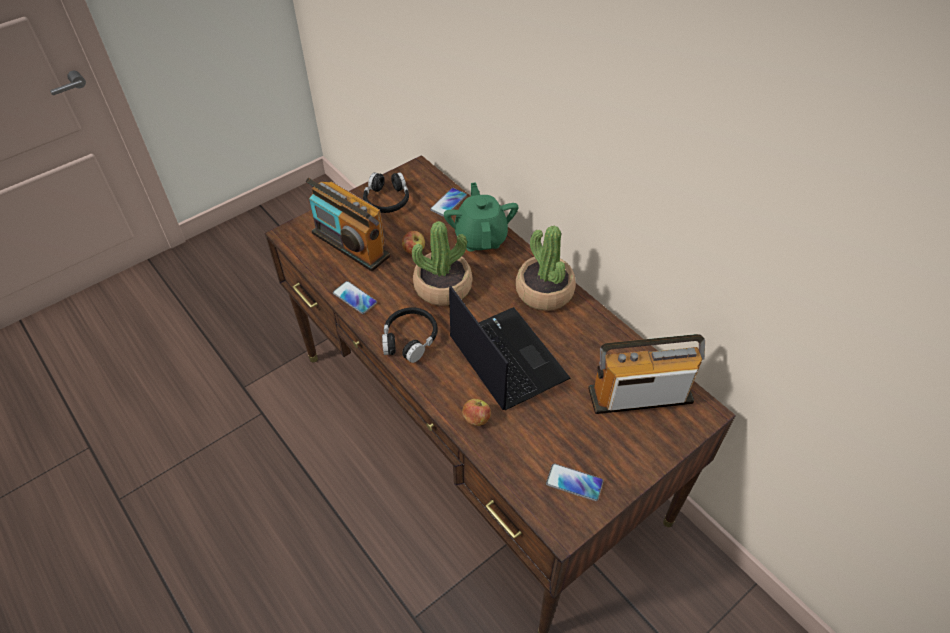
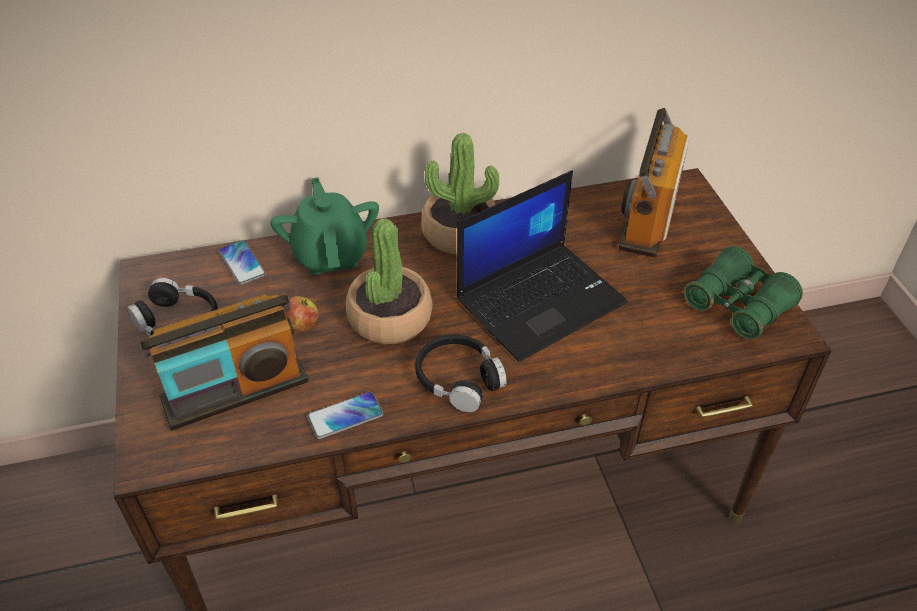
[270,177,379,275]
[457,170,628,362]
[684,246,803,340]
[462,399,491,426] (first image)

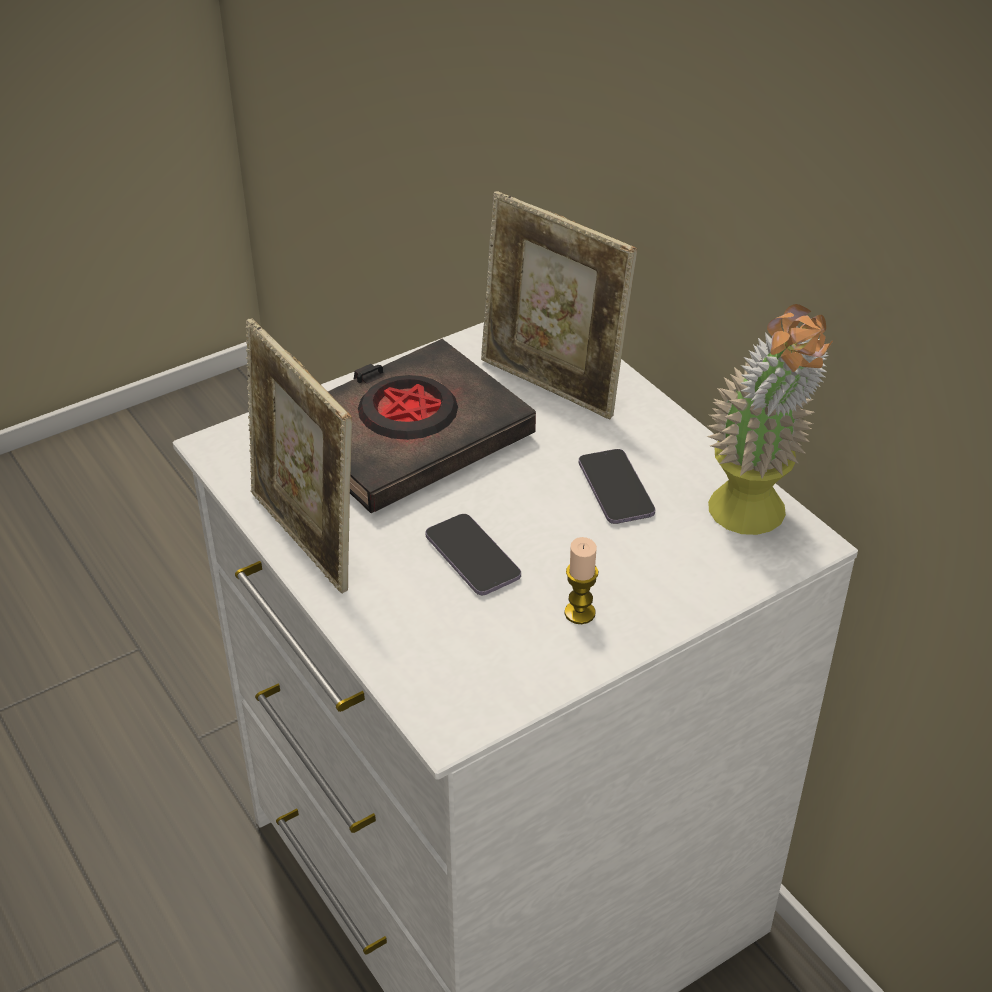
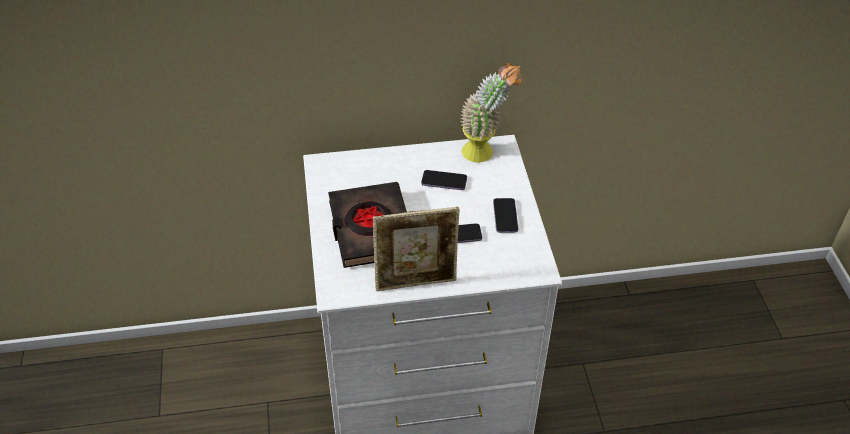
[493,198,518,233]
[481,191,637,419] (first image)

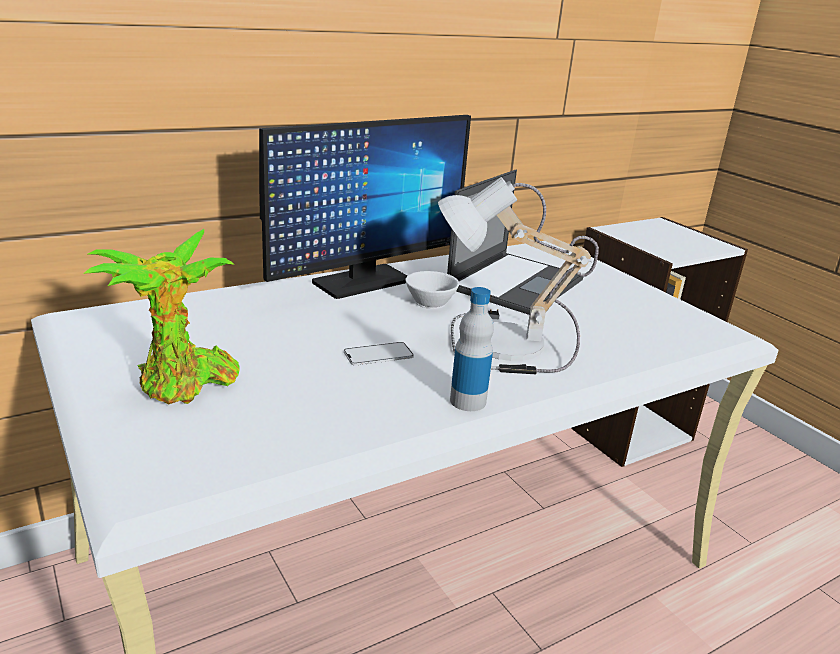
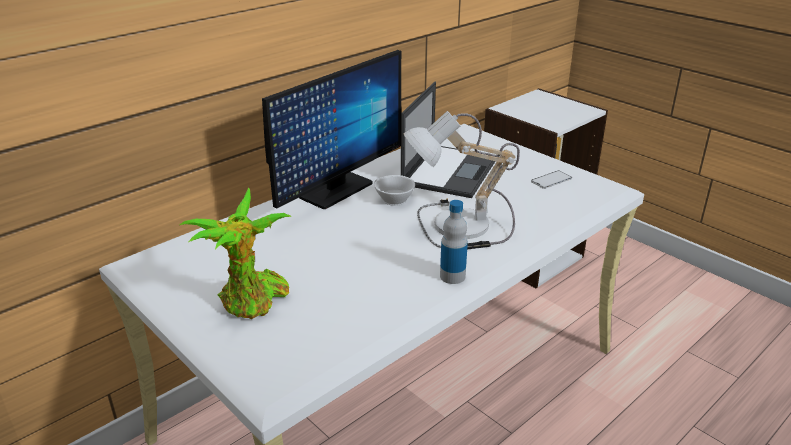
[531,171,572,189]

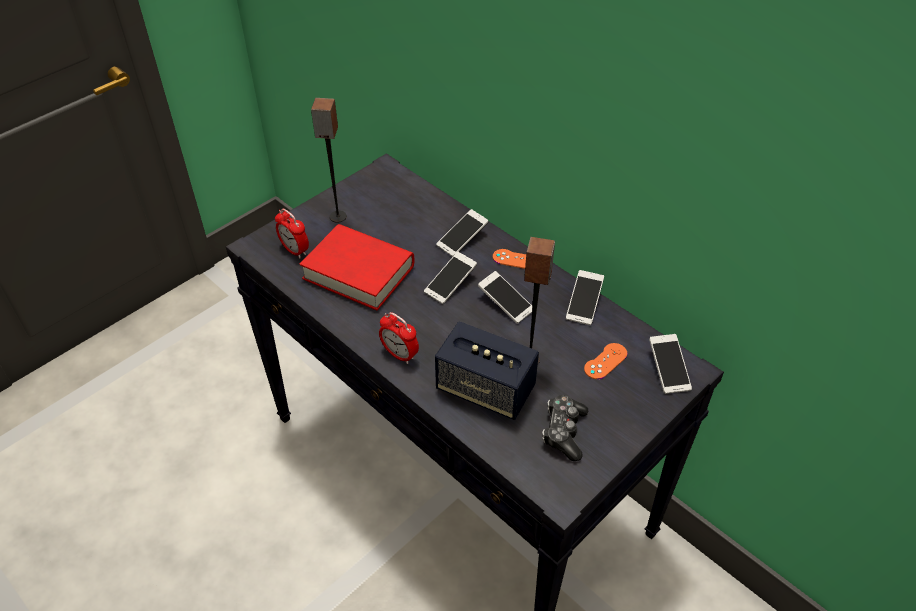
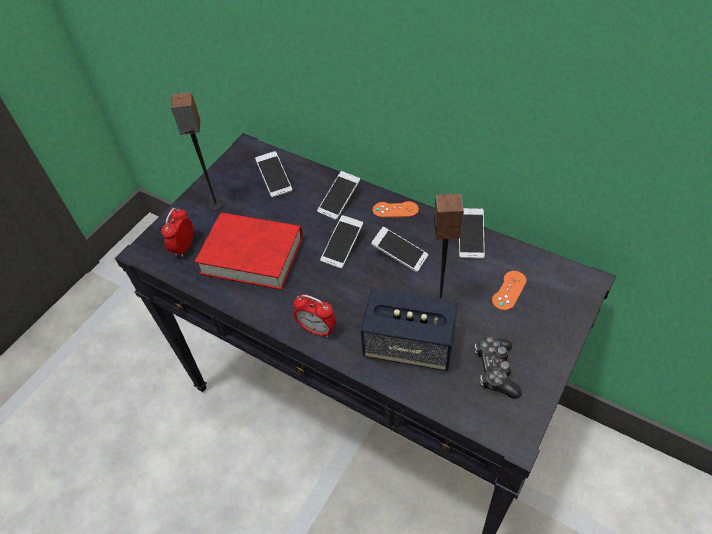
[161,207,193,257]
[255,151,292,198]

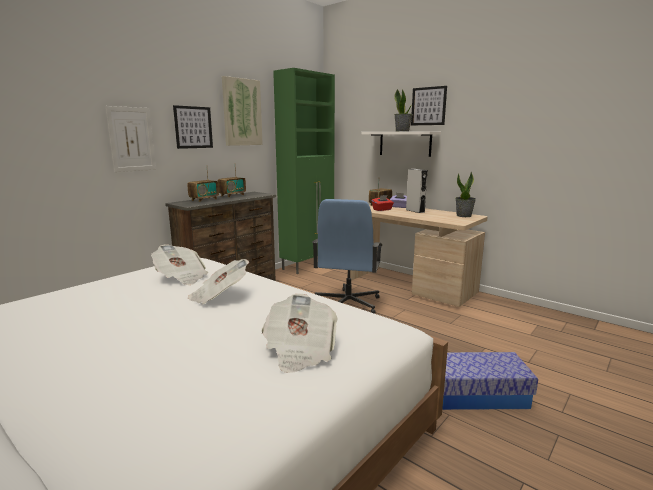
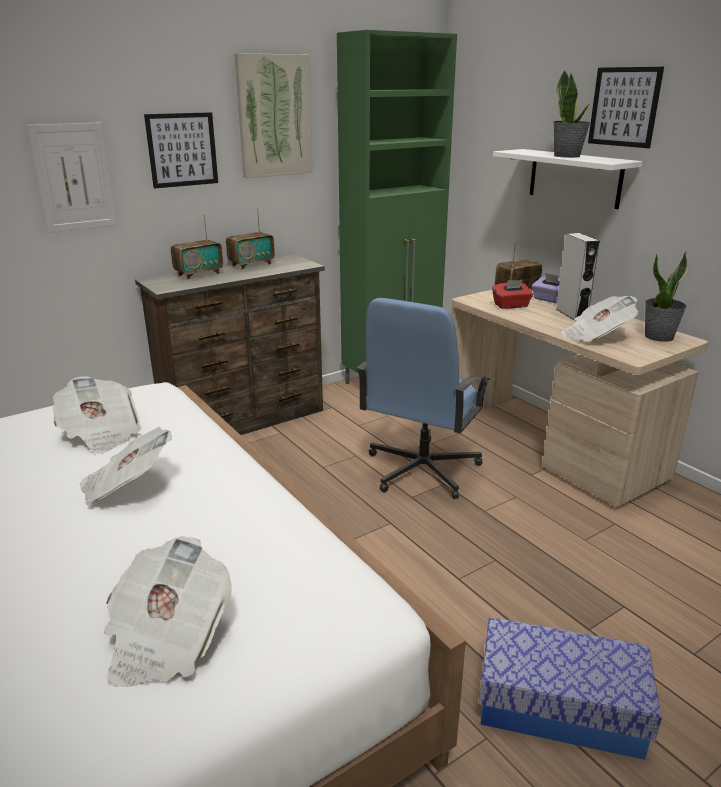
[561,296,638,342]

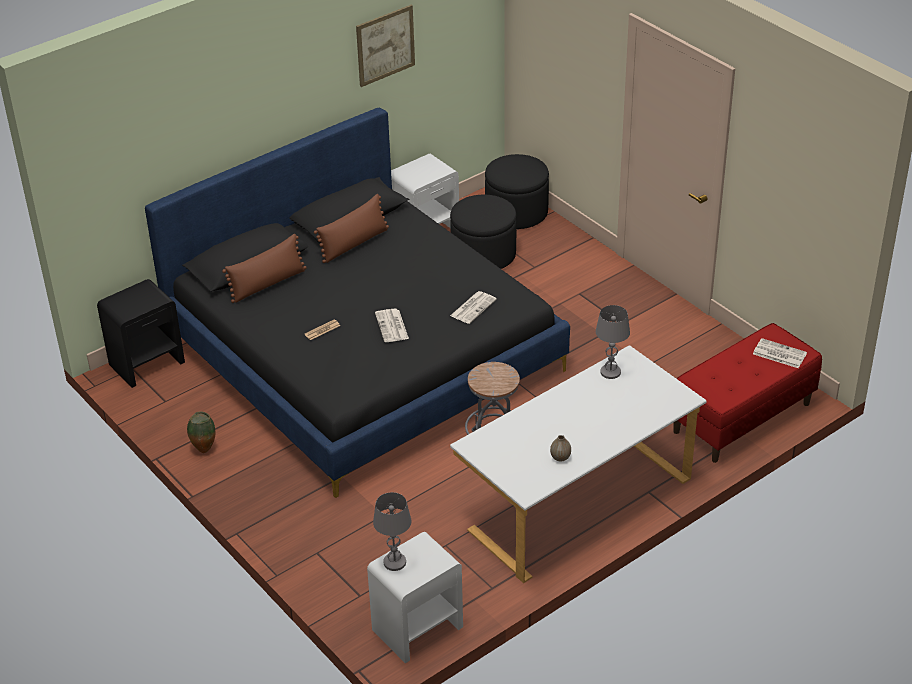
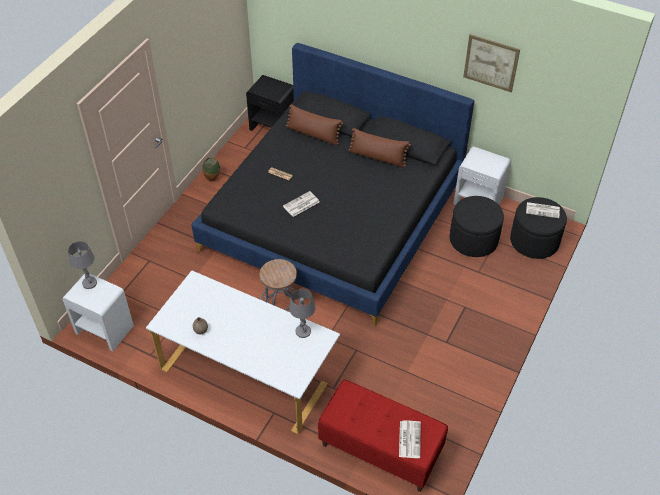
[526,202,560,218]

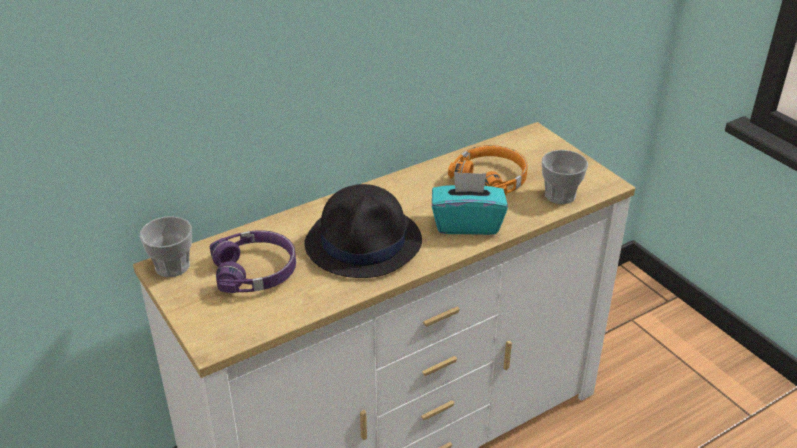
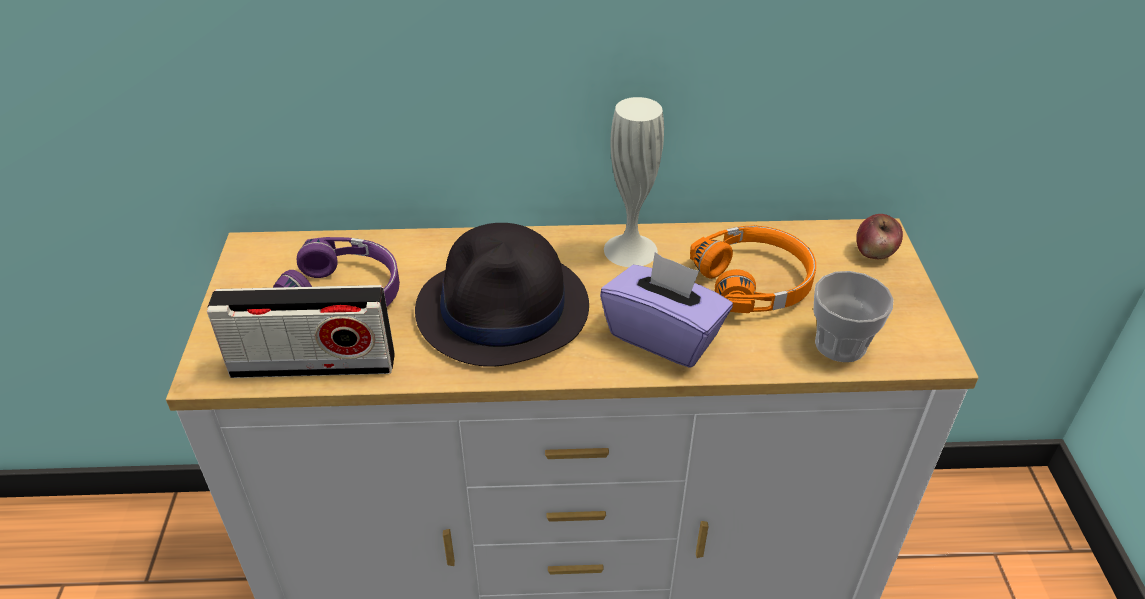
[207,285,395,378]
[600,252,733,368]
[604,97,664,267]
[856,214,903,259]
[140,216,192,277] (first image)

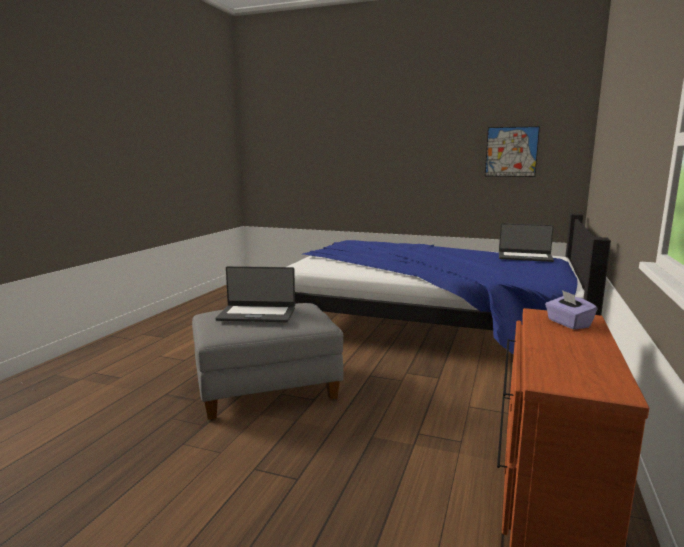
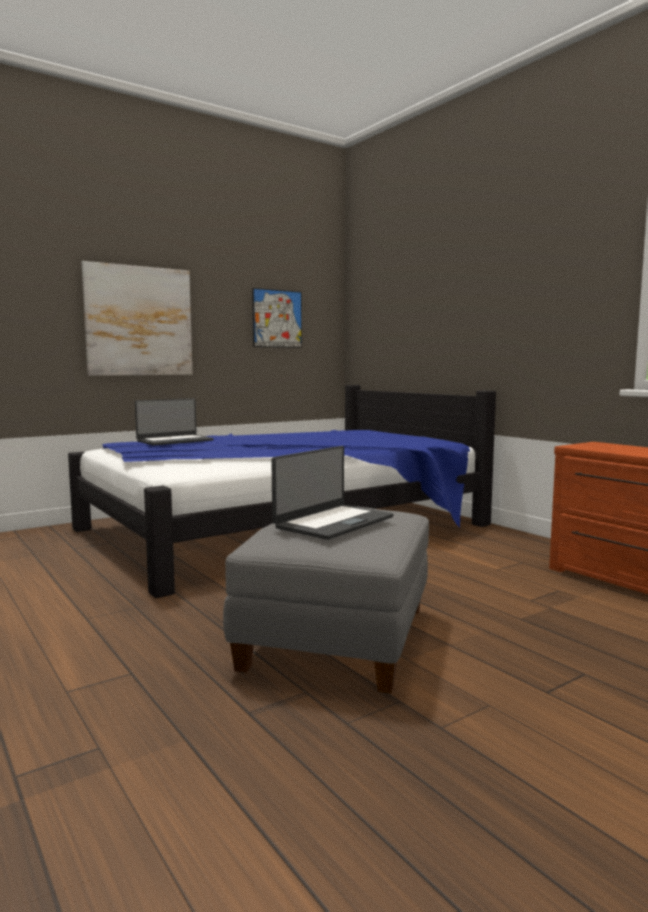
[81,261,192,376]
[135,398,214,446]
[545,290,597,330] (first image)

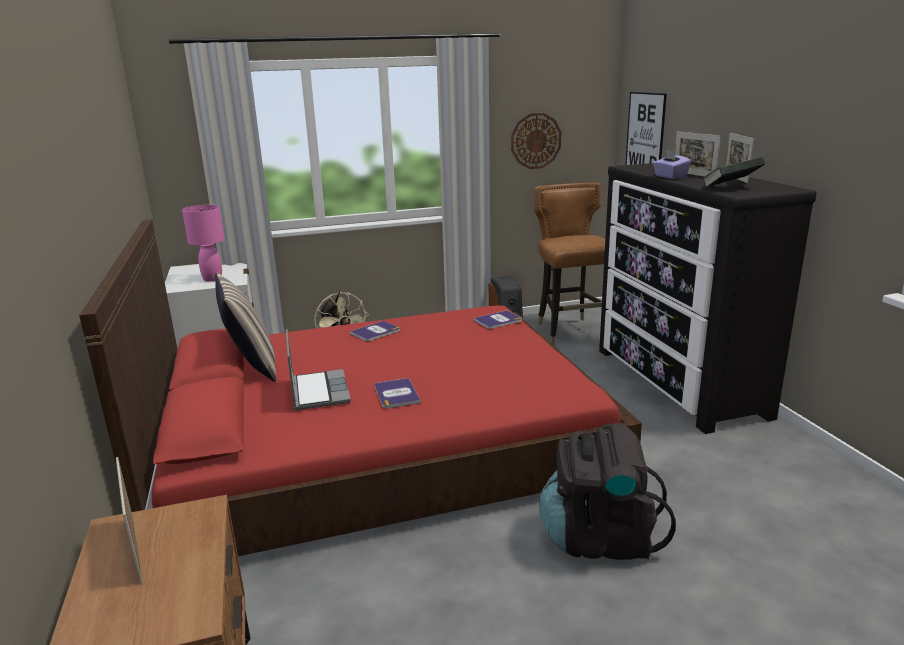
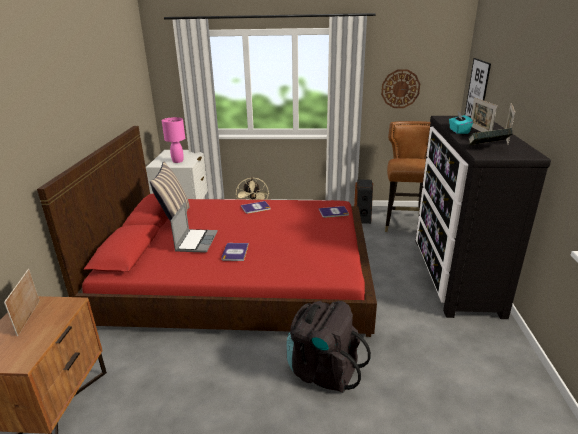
[449,112,473,134]

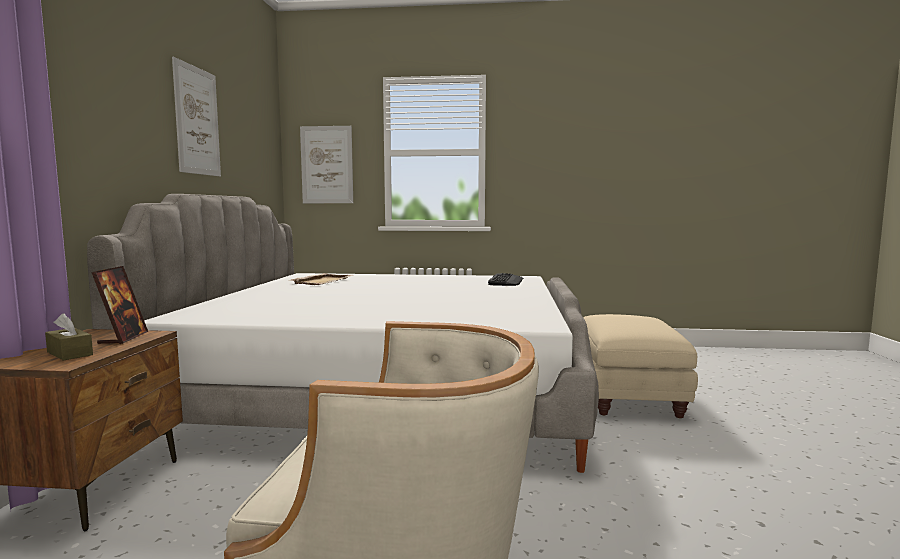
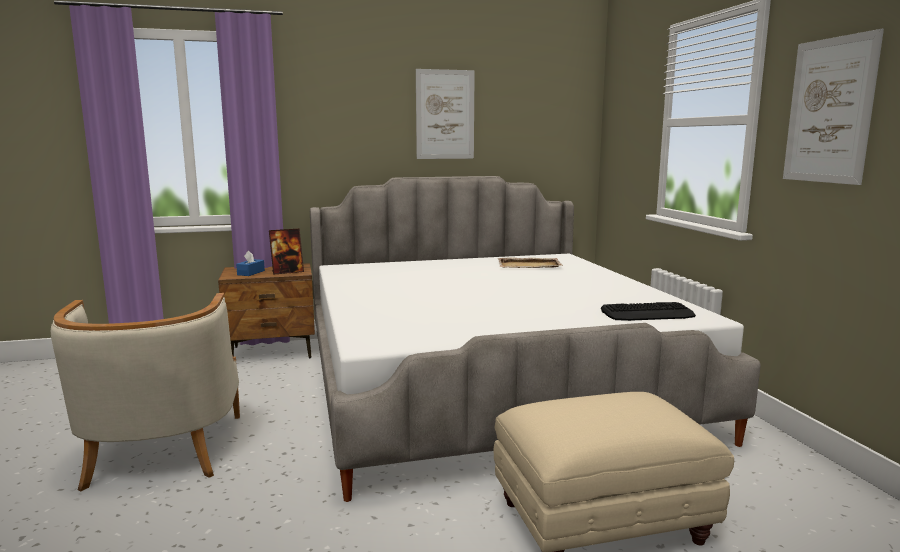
[236,251,265,276]
[783,29,884,185]

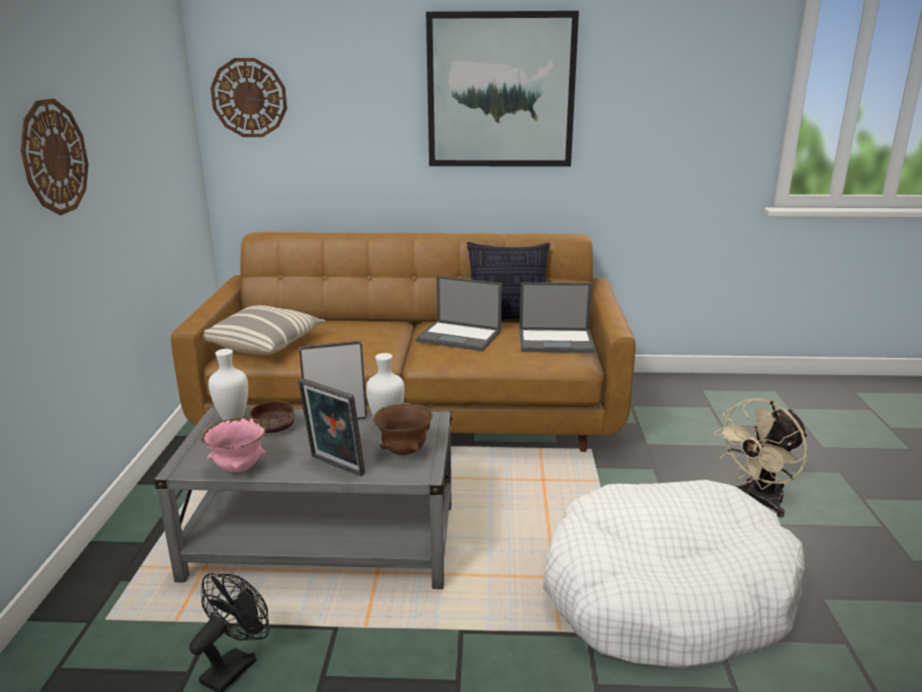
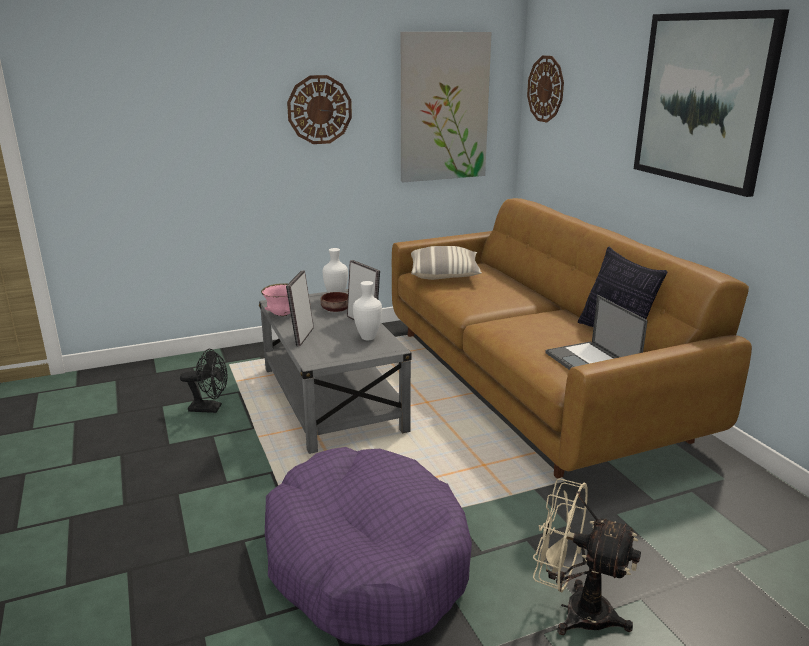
[265,447,472,646]
[401,32,492,182]
[373,403,433,455] (first image)
[416,276,502,351] (first image)

